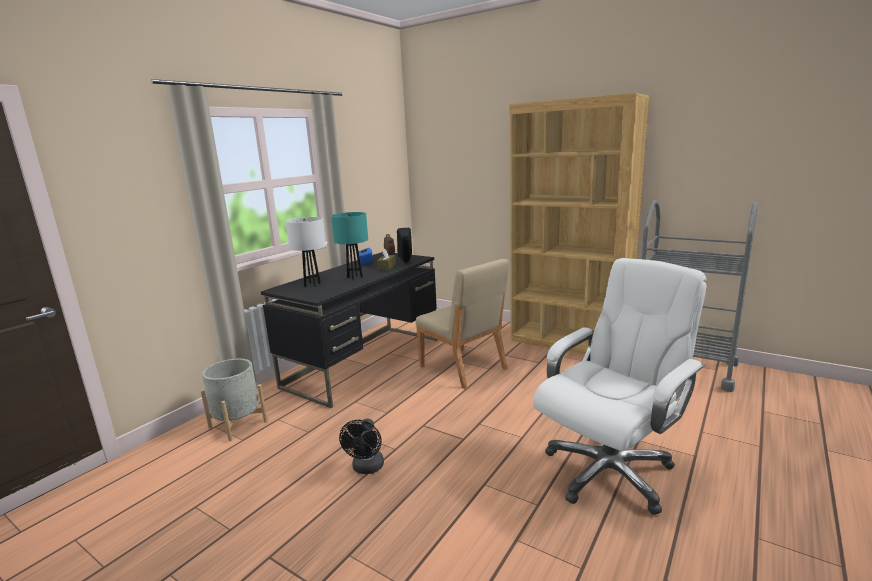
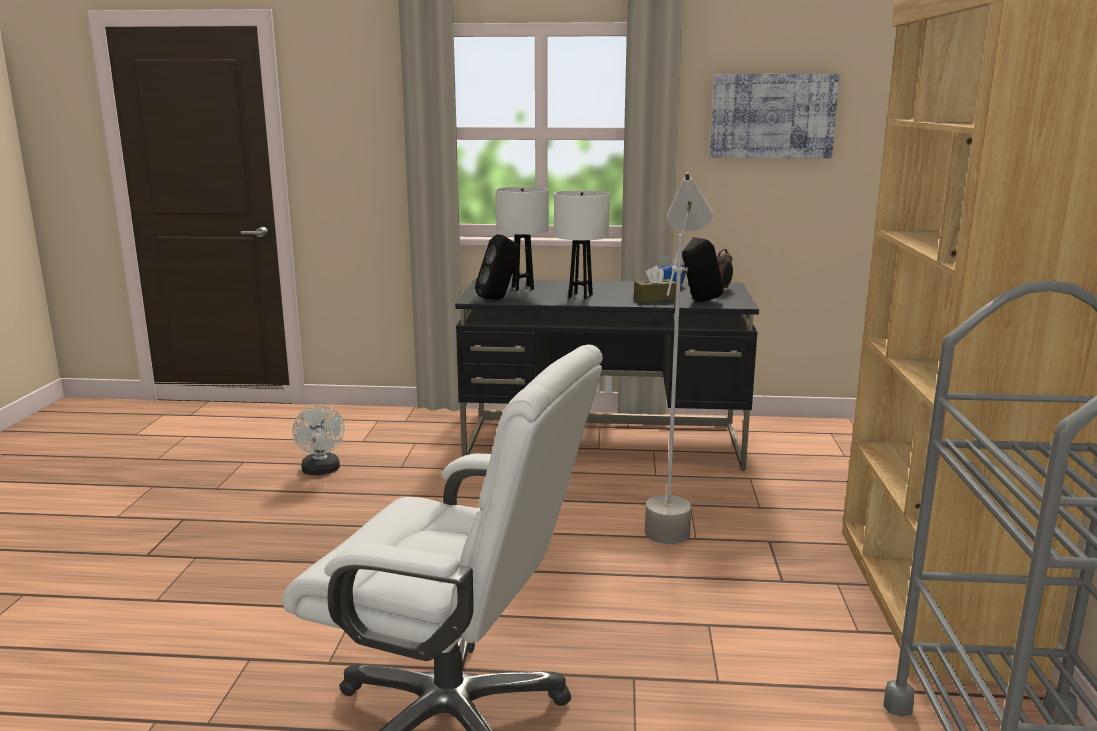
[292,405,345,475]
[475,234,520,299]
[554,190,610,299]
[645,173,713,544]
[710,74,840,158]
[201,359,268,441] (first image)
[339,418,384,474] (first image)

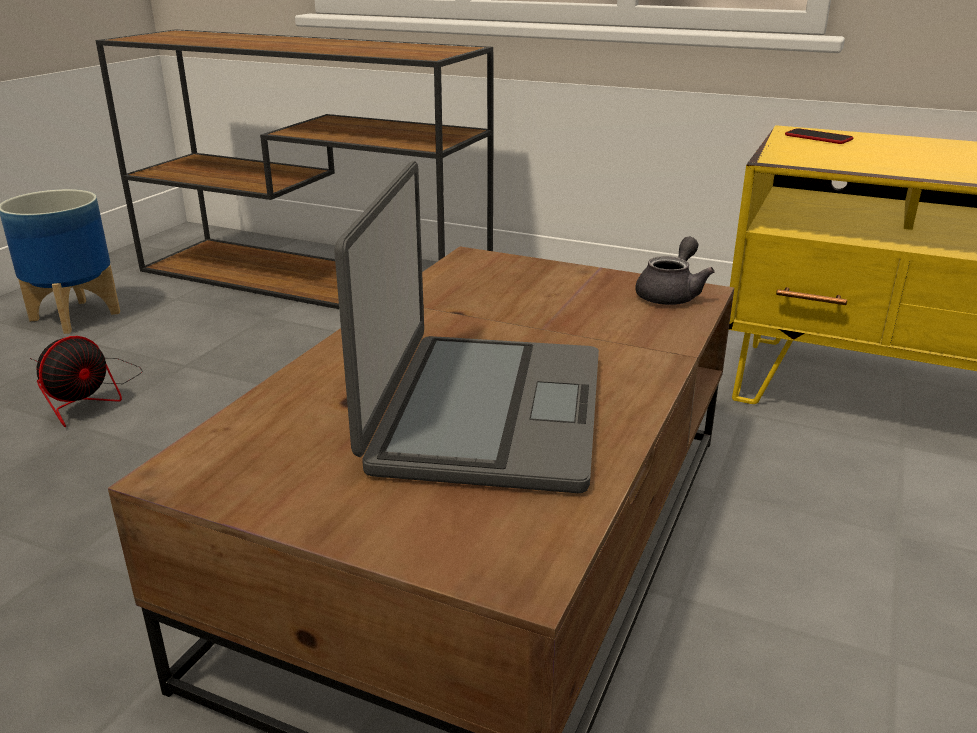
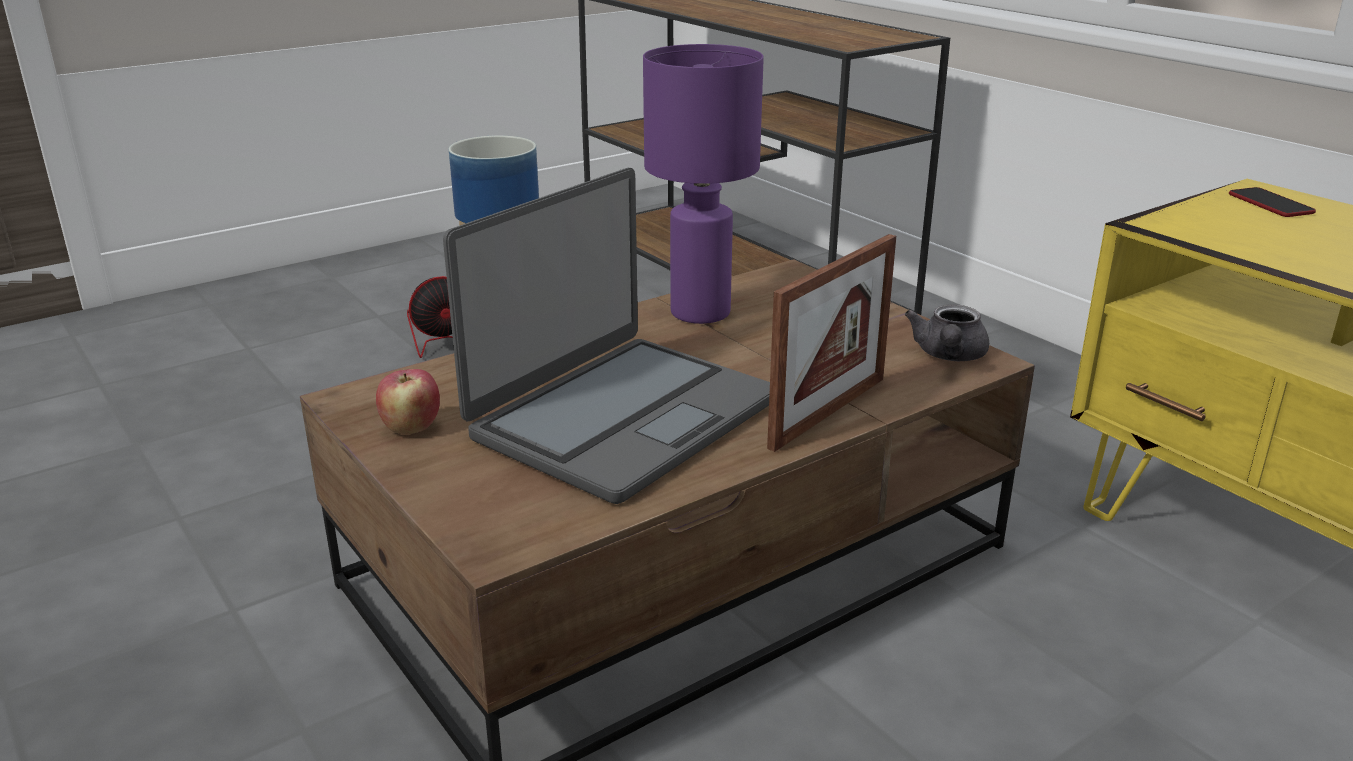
[376,369,440,434]
[643,44,764,324]
[767,234,896,452]
[905,304,989,361]

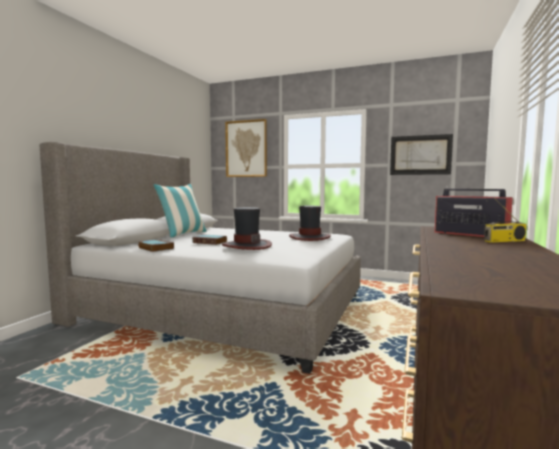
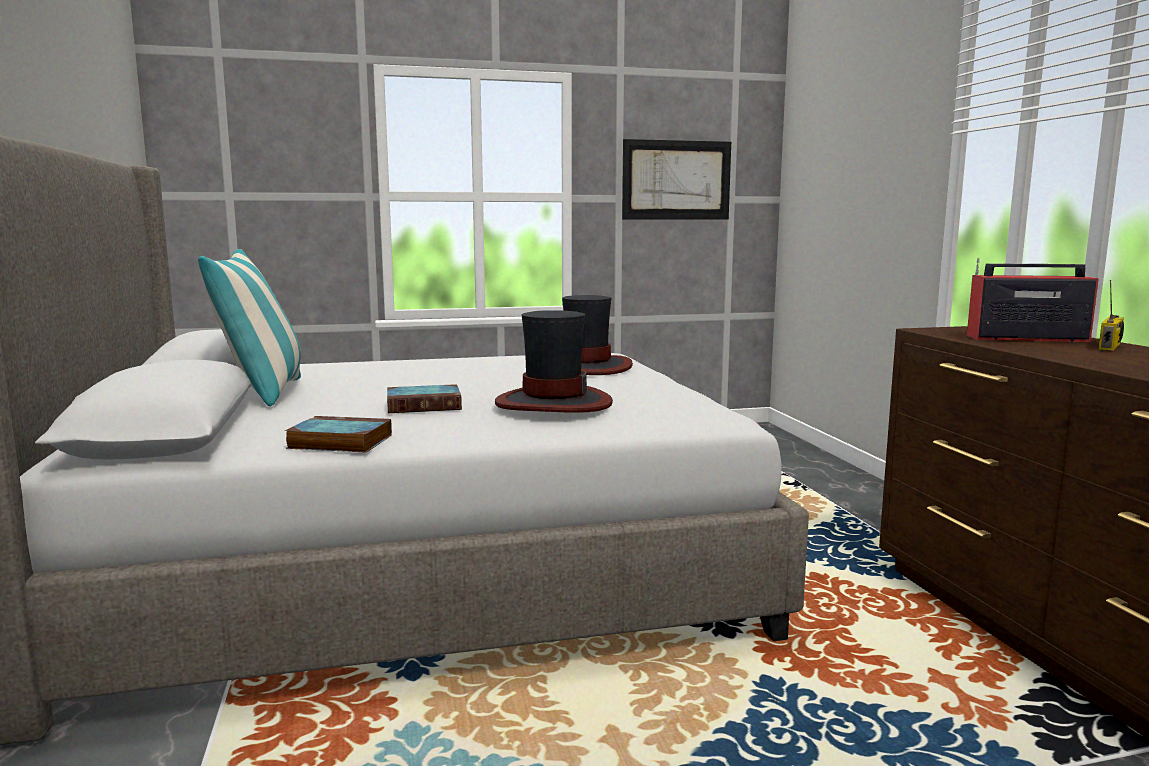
[225,119,267,177] (first image)

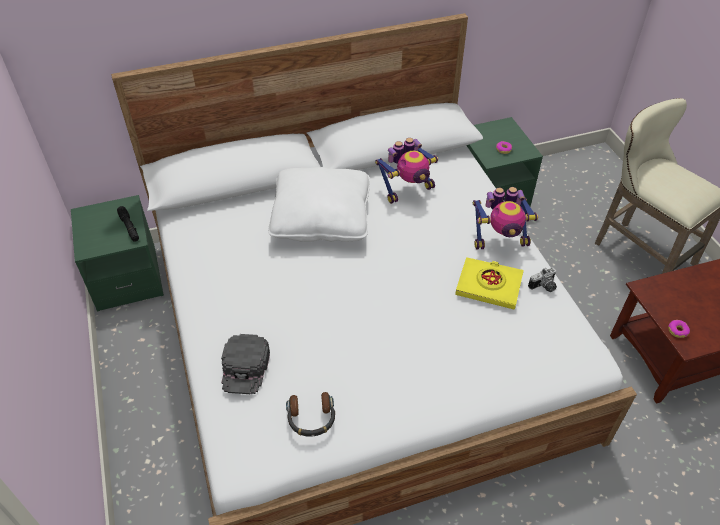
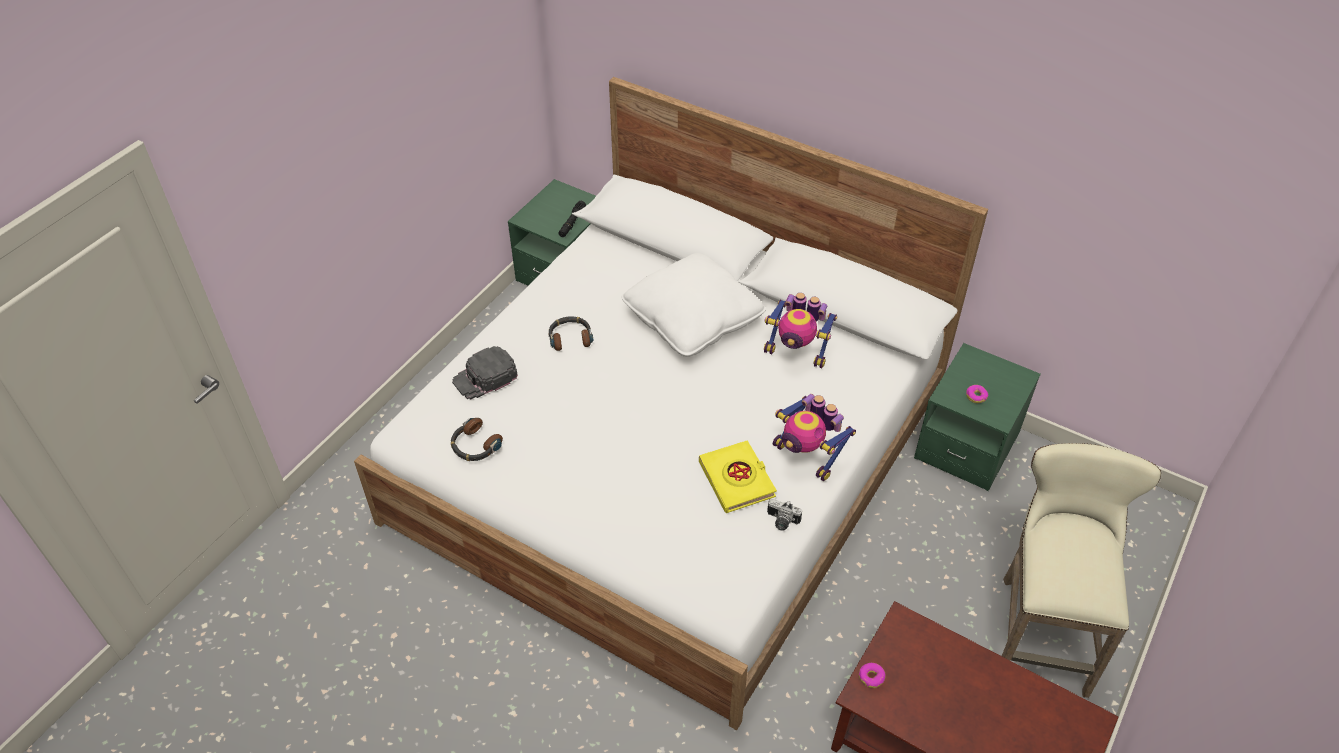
[548,316,593,351]

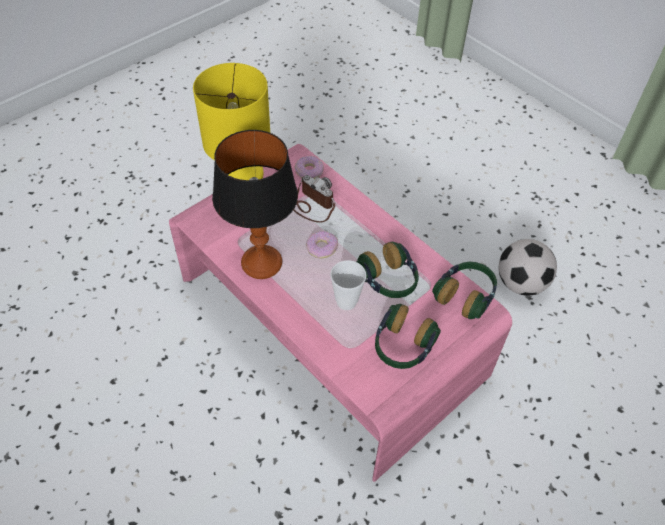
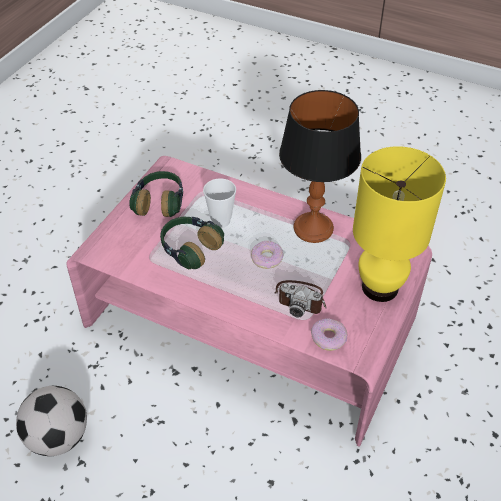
[432,262,497,319] (first image)

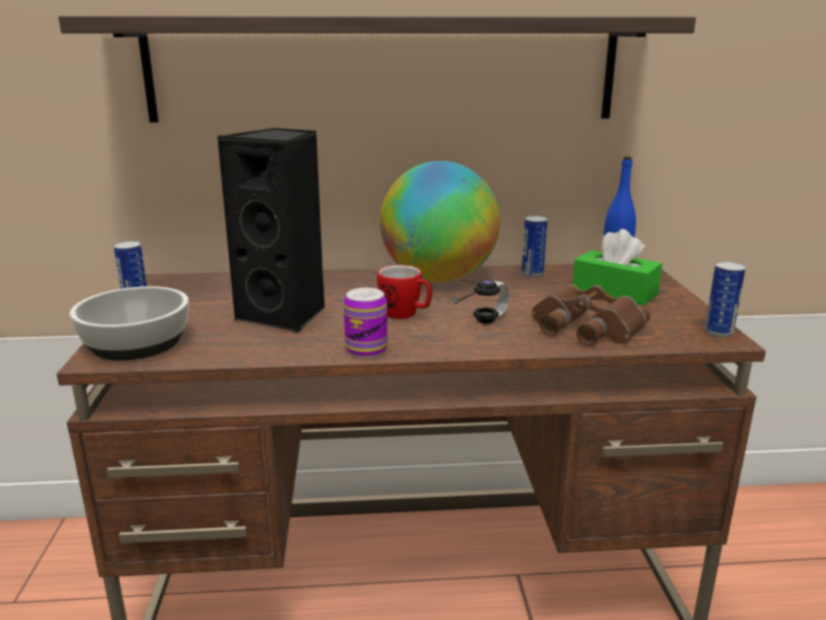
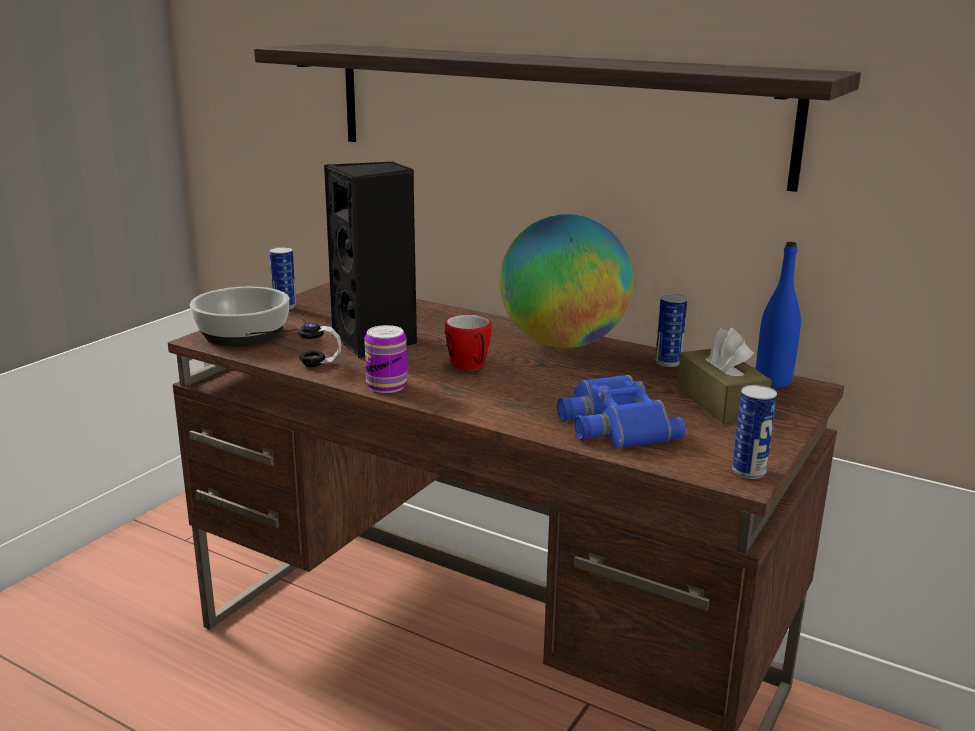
[244,317,342,367]
[557,375,686,449]
[677,328,772,424]

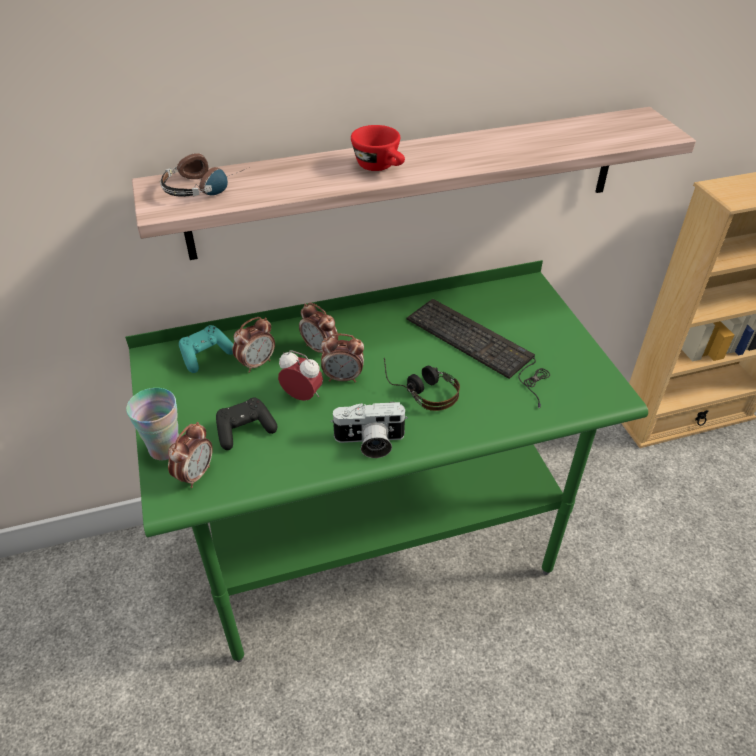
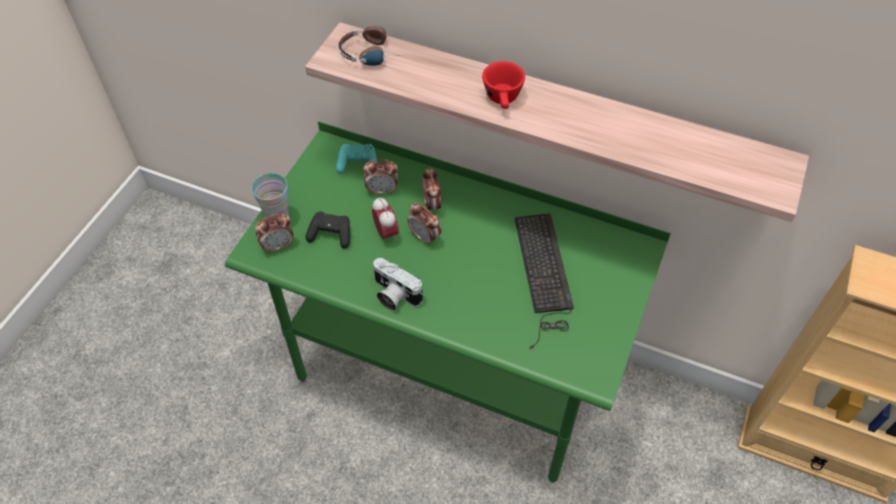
[384,358,460,411] (first image)

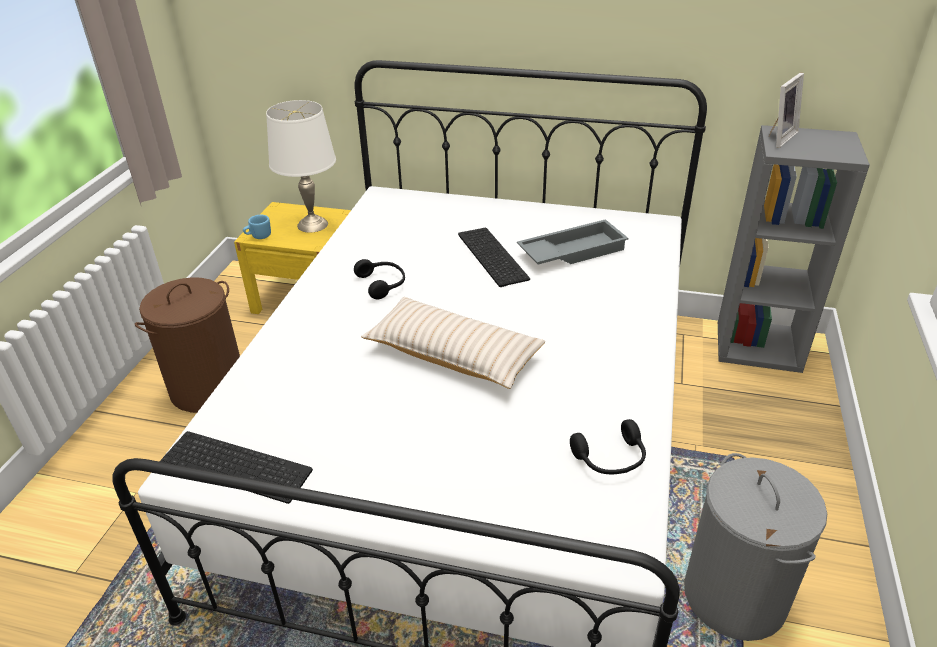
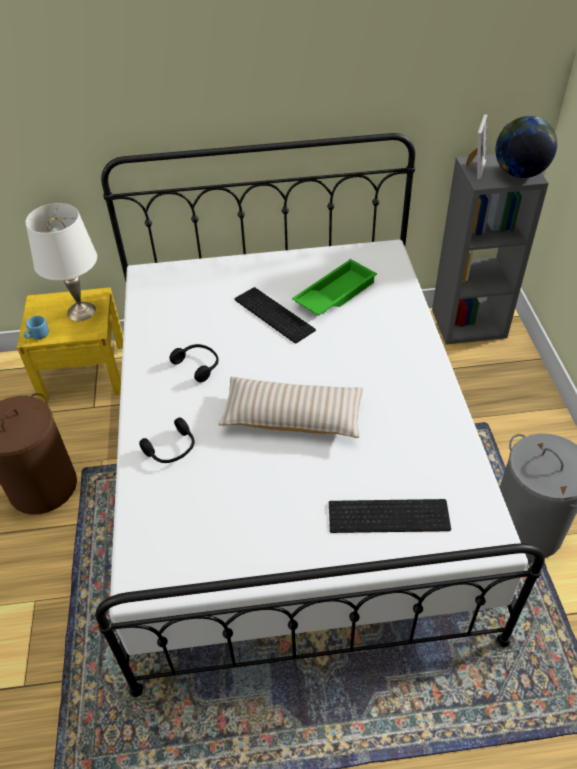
[139,418,195,463]
[292,259,377,316]
[329,499,451,533]
[496,116,557,178]

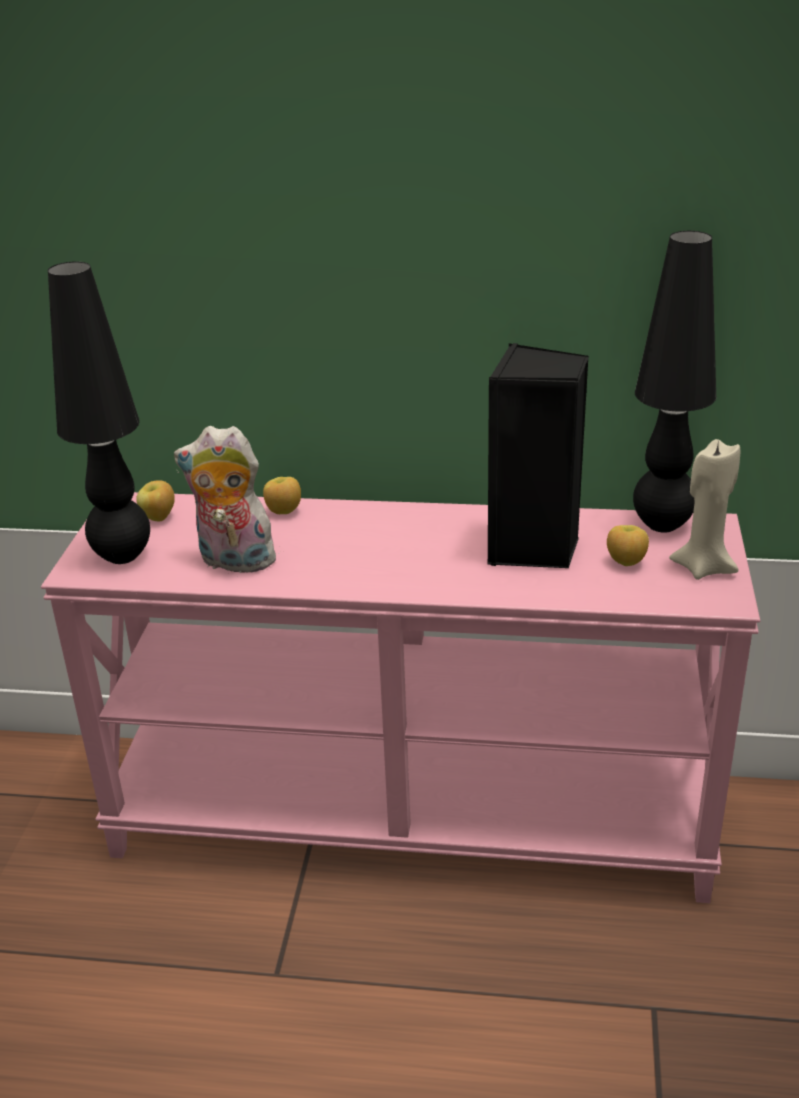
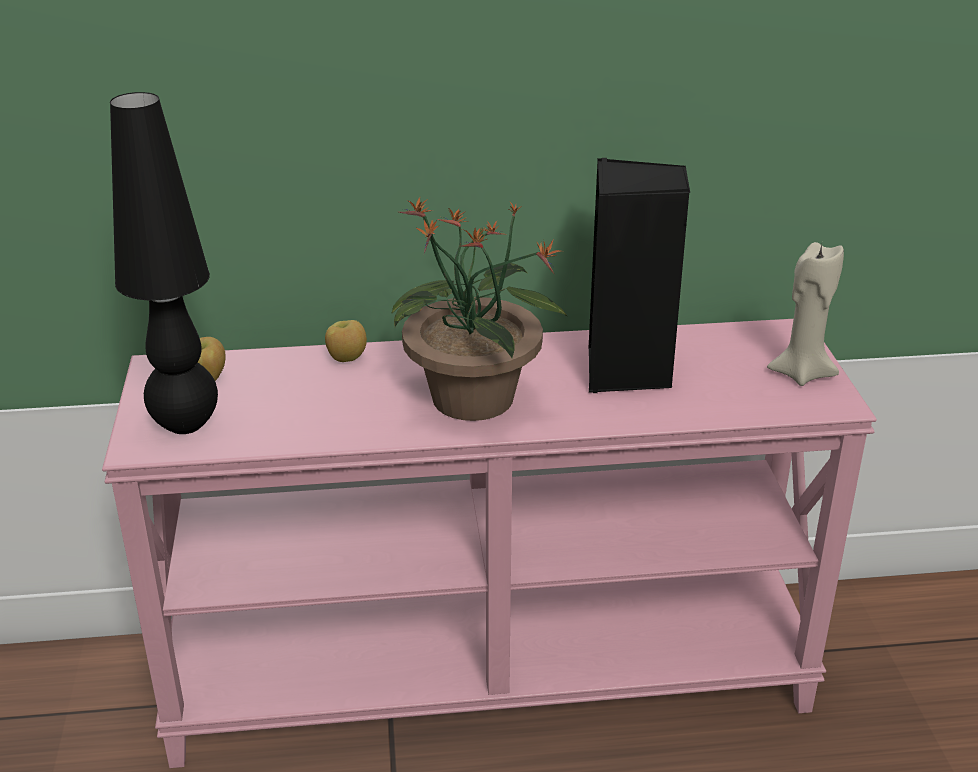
[391,197,568,421]
[174,426,284,573] (first image)
[607,525,649,566] (first image)
[633,231,717,533] (first image)

